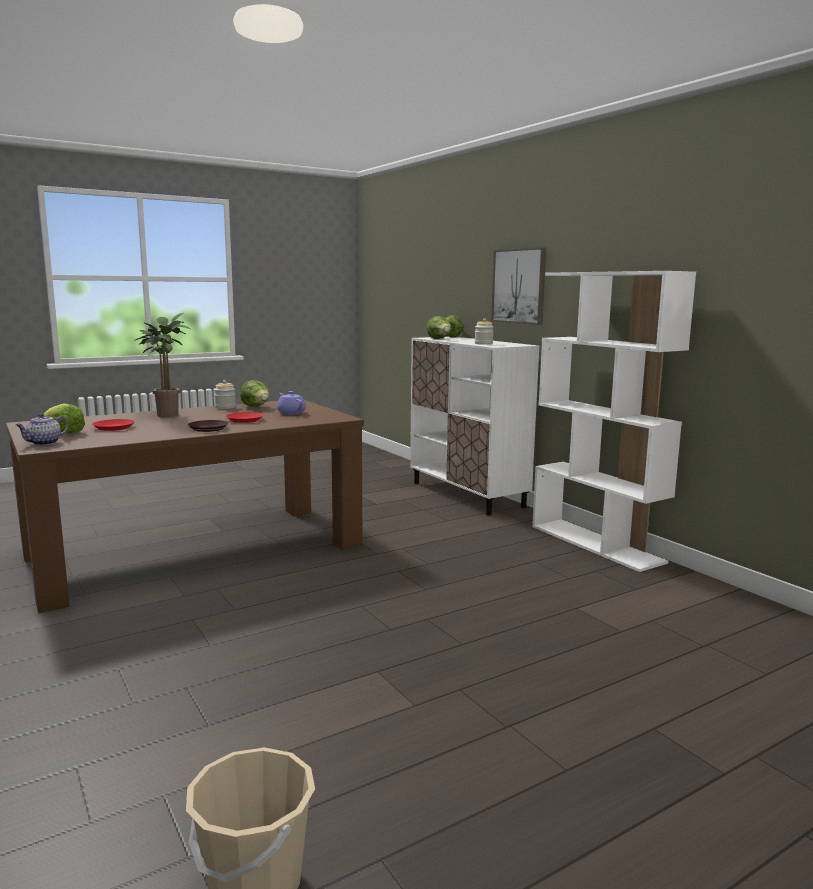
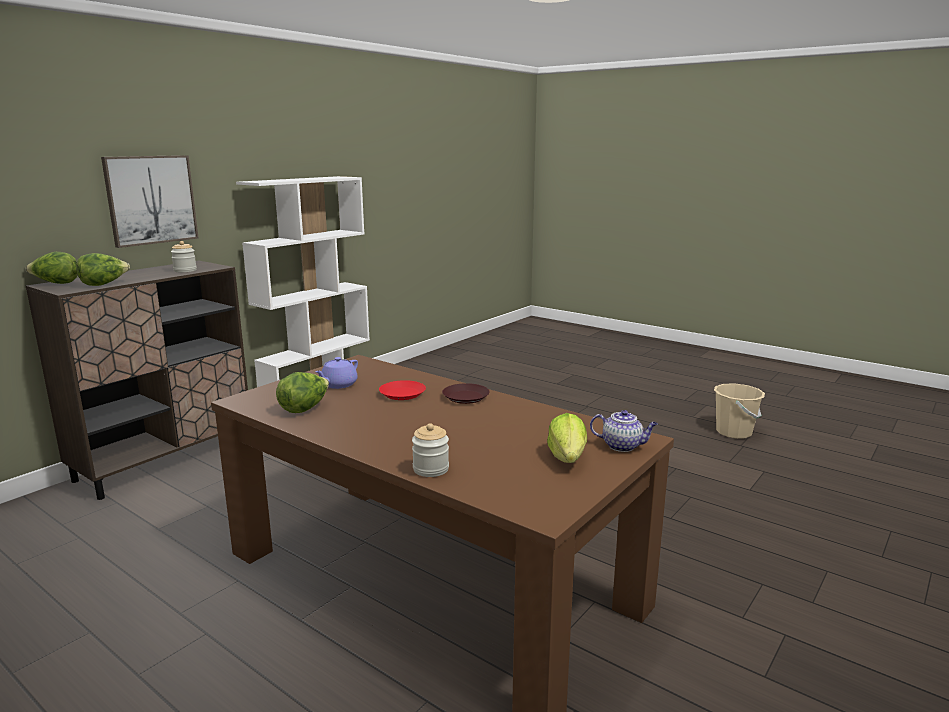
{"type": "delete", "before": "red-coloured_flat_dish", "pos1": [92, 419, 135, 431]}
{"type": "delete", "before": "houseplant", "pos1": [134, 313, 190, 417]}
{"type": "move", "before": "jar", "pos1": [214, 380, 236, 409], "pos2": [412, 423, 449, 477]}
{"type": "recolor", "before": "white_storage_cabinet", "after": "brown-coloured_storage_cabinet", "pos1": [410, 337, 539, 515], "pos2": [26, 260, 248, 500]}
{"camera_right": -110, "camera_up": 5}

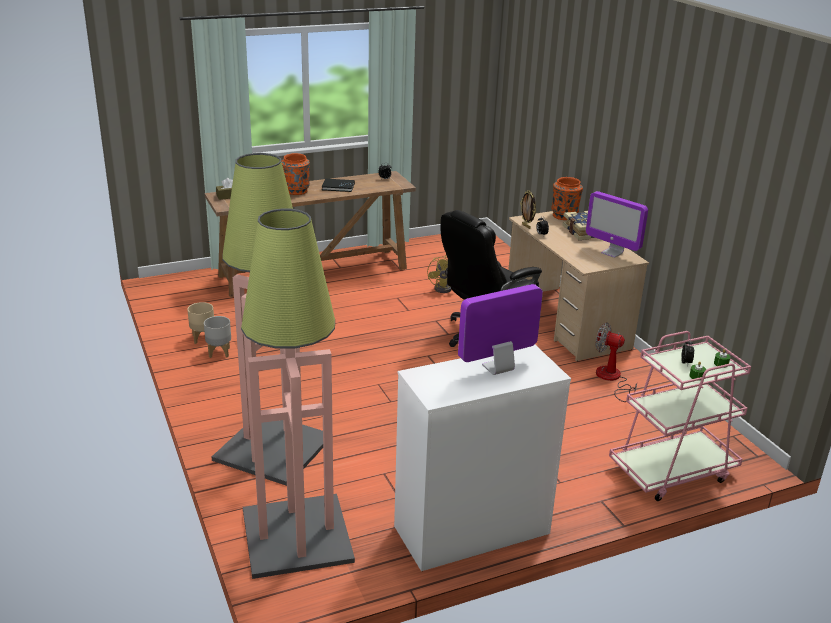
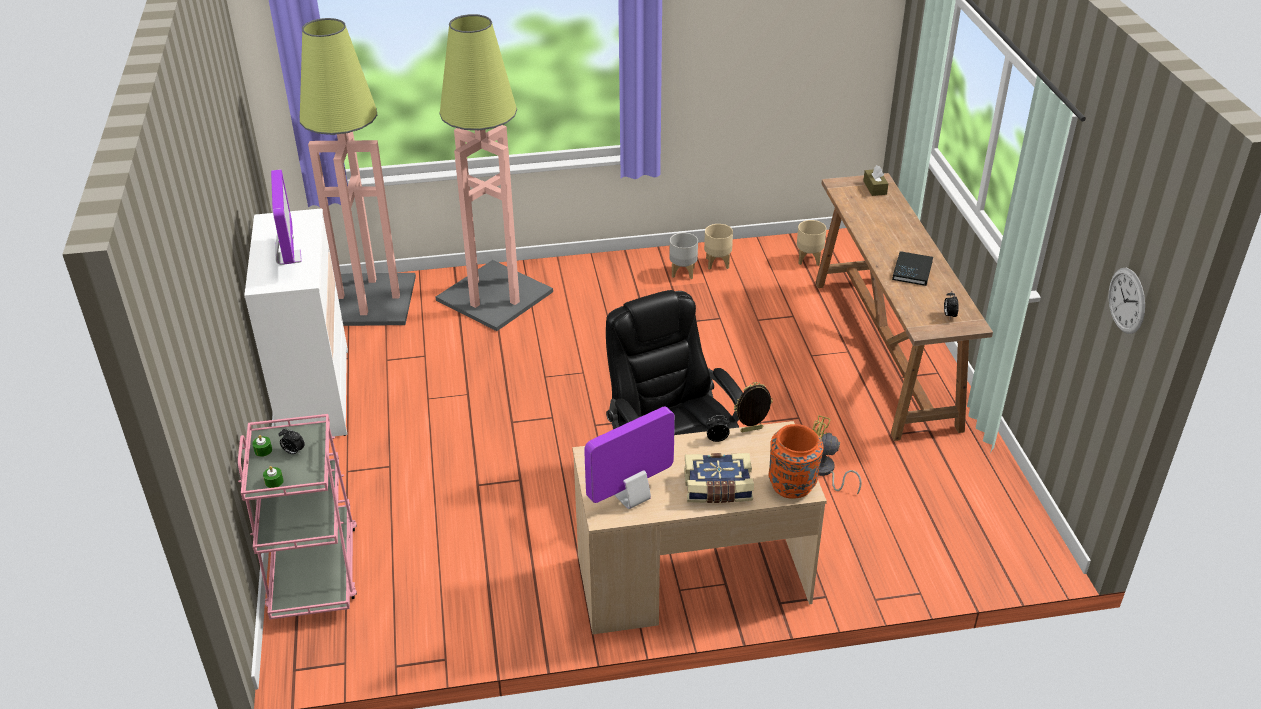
{"type": "delete", "before": "orange_decorative_vase", "pos1": [281, 153, 310, 195]}
{"type": "delete", "before": "cooling_fan", "pos1": [595, 323, 637, 402]}
{"type": "insert", "after": "sand-coloured_plant_pot", "pos2": [797, 220, 826, 266]}
{"type": "insert", "after": "wall_clock", "pos2": [1109, 268, 1145, 334]}
{"camera_right": 105, "camera_up": 10}

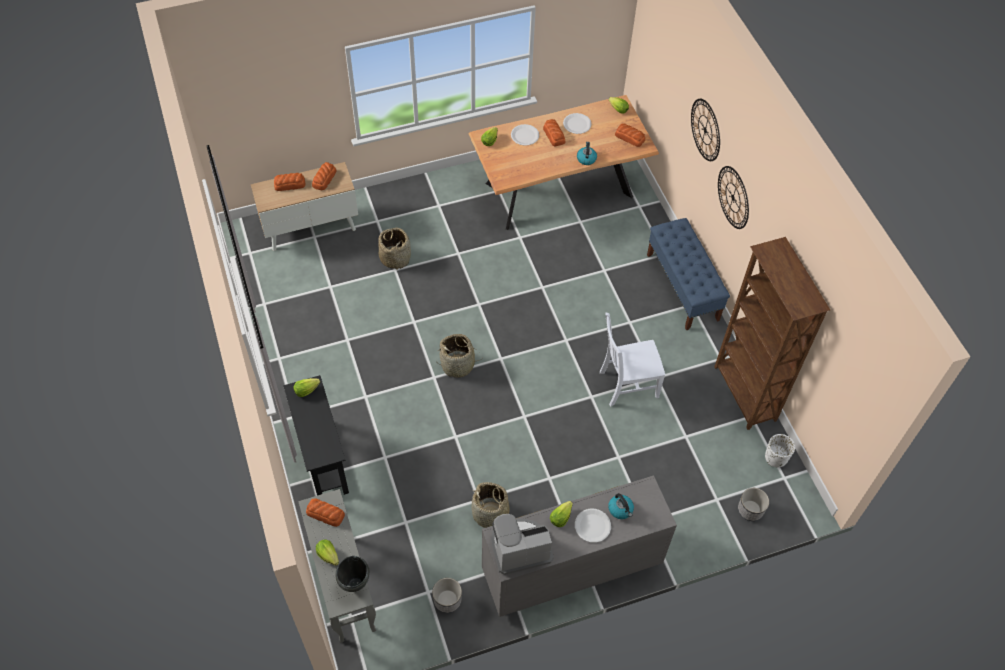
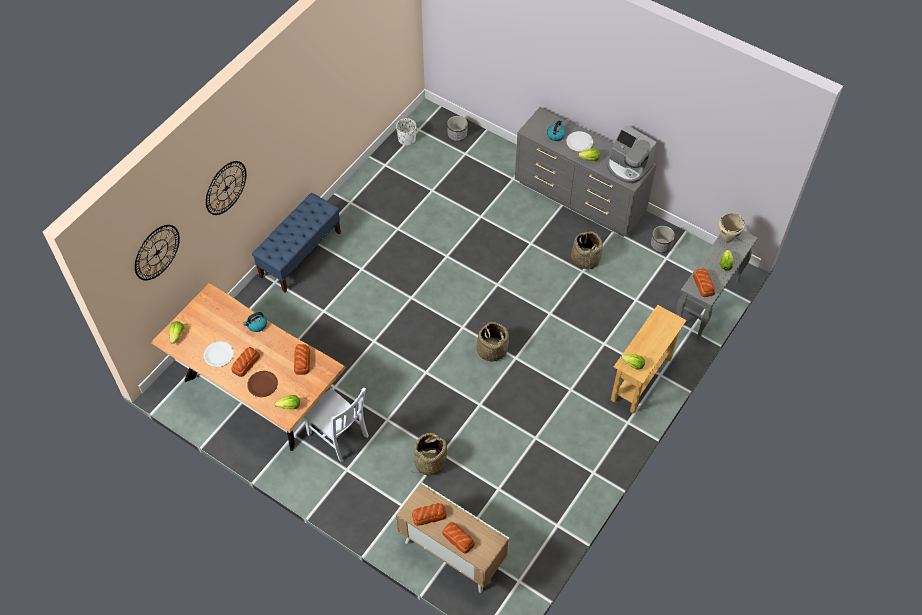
{"type": "delete", "before": "brown-coloured_shelving_unit", "pos1": [714, 237, 830, 430]}
{"type": "move", "before": "white_upright_chair", "pos1": [600, 313, 665, 406], "pos2": [304, 388, 369, 462]}
{"type": "move", "before": "bakery_bread", "pos1": [615, 123, 645, 147], "pos2": [294, 344, 310, 375]}
{"type": "move", "before": "wall_clock", "pos1": [718, 166, 749, 229], "pos2": [135, 225, 180, 280]}
{"type": "recolor", "before": "black-coloured_hall_table", "after": "sand-coloured_hall_table", "pos1": [283, 375, 349, 496], "pos2": [611, 305, 687, 413]}
{"type": "recolor", "before": "black-coloured_cooking_pot", "after": "sand-coloured_cooking_pot", "pos1": [335, 556, 370, 592], "pos2": [718, 213, 745, 243]}
{"type": "recolor", "before": "white_flat_dish", "after": "brown-coloured_flat_dish", "pos1": [511, 124, 539, 146], "pos2": [247, 371, 278, 397]}
{"camera_right": -125, "camera_up": 0}

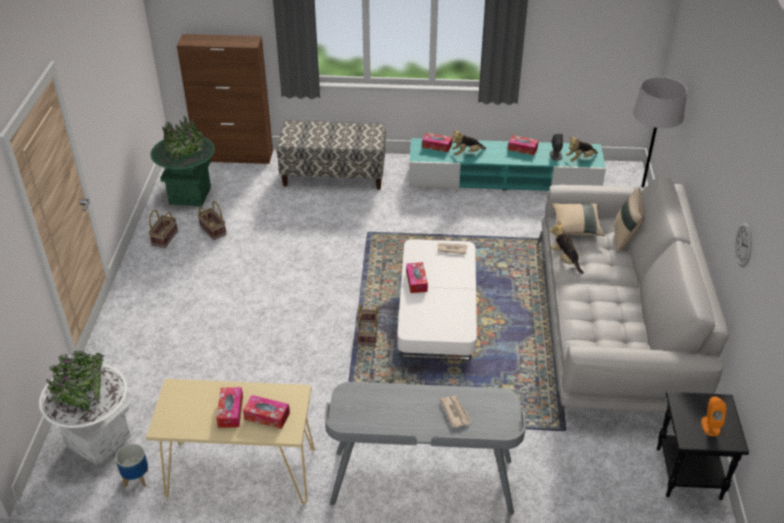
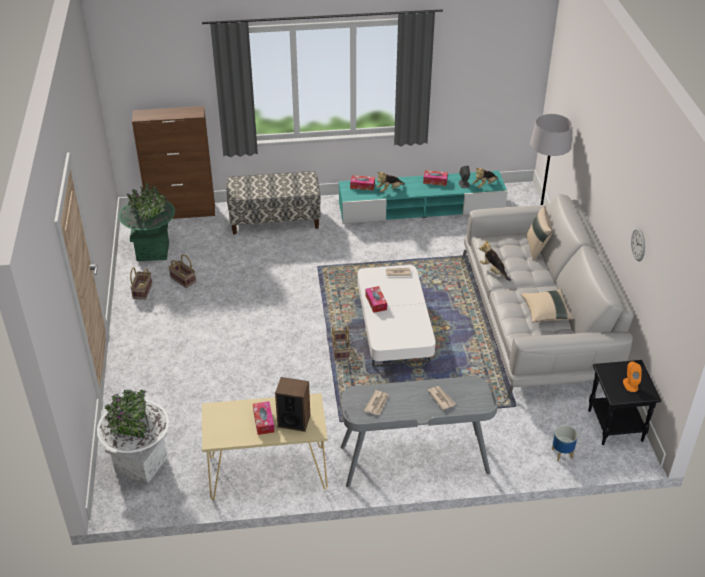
{"type": "insert", "after": "printed_paper", "pos2": [364, 390, 389, 415]}
{"type": "move", "before": "plant_pot", "pos1": [115, 444, 149, 487], "pos2": [552, 425, 578, 461]}
{"type": "move", "before": "sand-coloured_pillow", "pos1": [551, 203, 605, 236], "pos2": [521, 289, 574, 323]}
{"type": "replace", "before": "tissue_holder", "after": "speaker", "pos1": [243, 395, 290, 429], "pos2": [275, 377, 310, 432]}
{"camera_right": -10, "camera_up": 0}

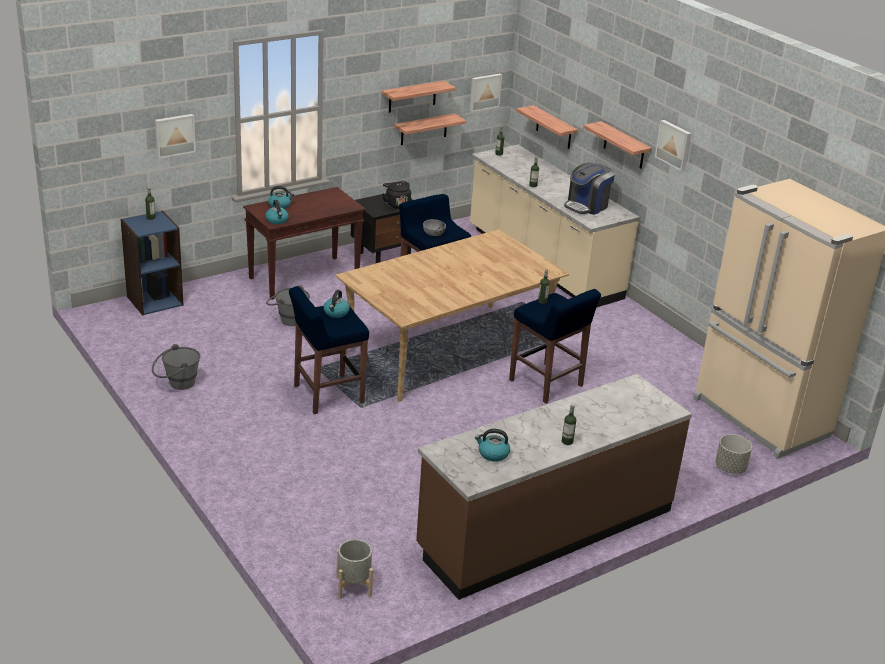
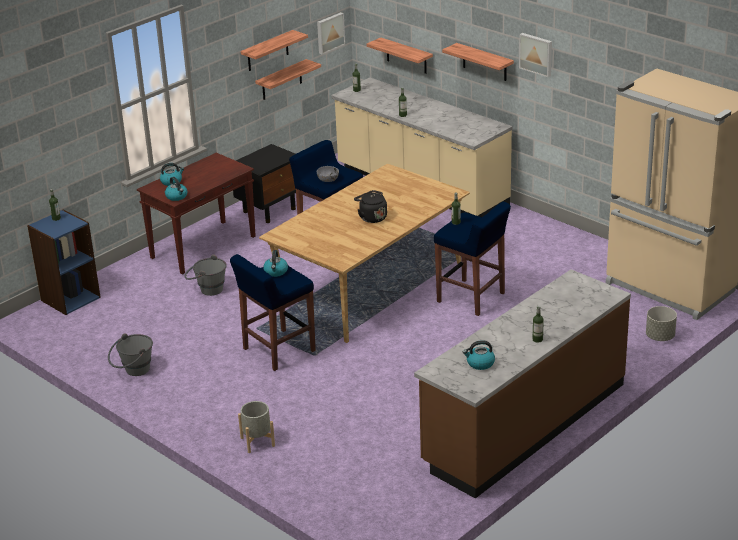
{"type": "delete", "before": "wall_art", "pos1": [155, 114, 196, 159]}
{"type": "delete", "before": "coffee_machine", "pos1": [564, 163, 615, 215]}
{"type": "move", "before": "grey_plant_pot", "pos1": [336, 539, 373, 599], "pos2": [238, 401, 275, 453]}
{"type": "move", "before": "black-coloured_tea_kettle", "pos1": [382, 181, 411, 209], "pos2": [354, 190, 387, 223]}
{"camera_right": -10, "camera_up": 0}

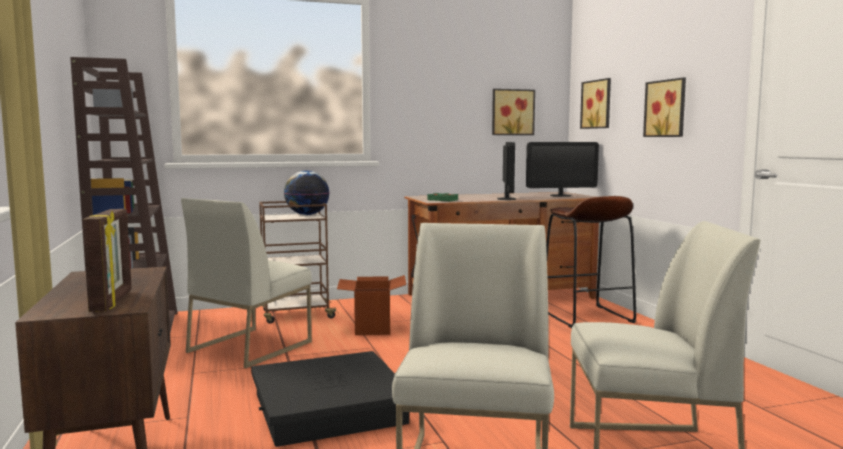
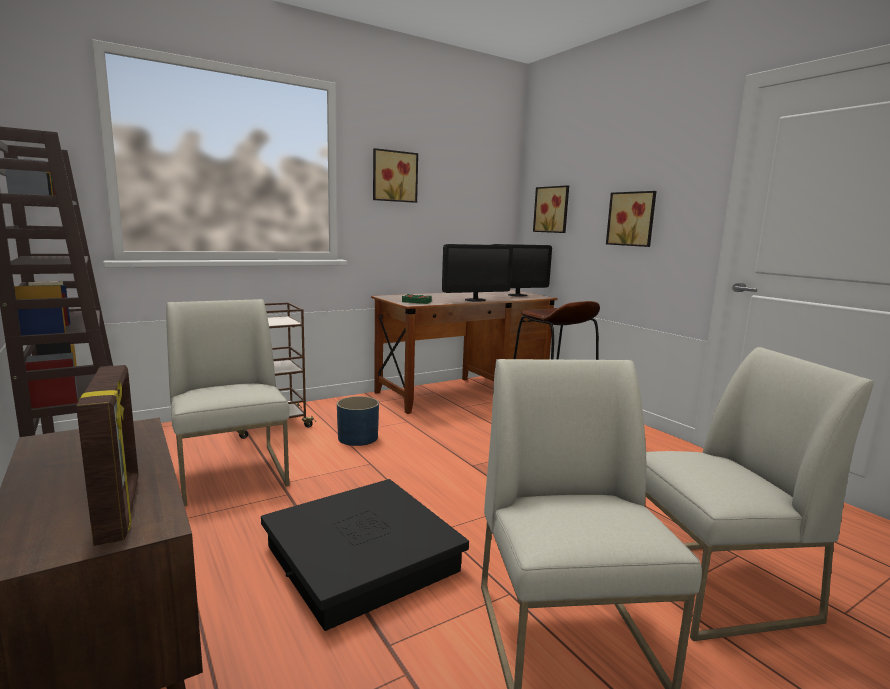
{"type": "delete", "before": "world_globe", "pos1": [284, 170, 330, 215]}
{"type": "move", "before": "wall_art", "pos1": [492, 89, 535, 135], "pos2": [373, 148, 418, 203]}
{"type": "replace", "before": "carton", "after": "blue_plant_pot", "pos1": [337, 275, 406, 335], "pos2": [337, 396, 379, 446]}
{"type": "rotate", "before": "white_upright_chair", "pos1": [181, 198, 312, 368], "pos2": [166, 299, 290, 506], "turn": 135}
{"type": "rotate", "before": "computer_screen", "pos1": [497, 142, 516, 200], "pos2": [442, 244, 513, 302], "turn": 75}
{"camera_right": -15, "camera_up": 5}

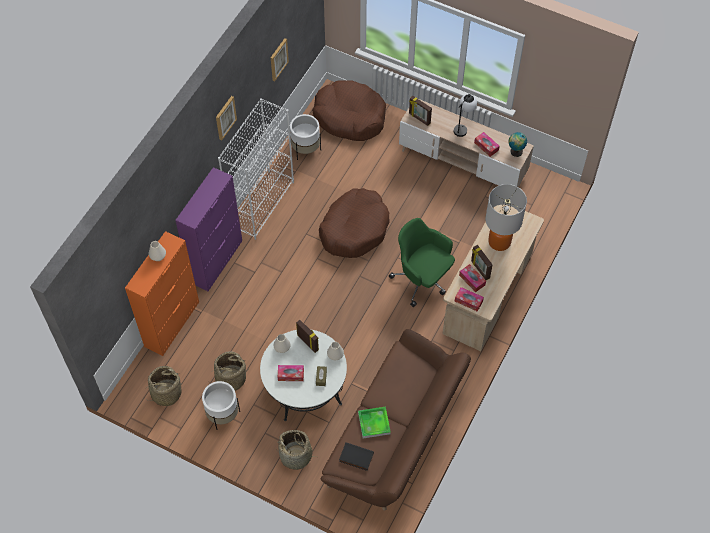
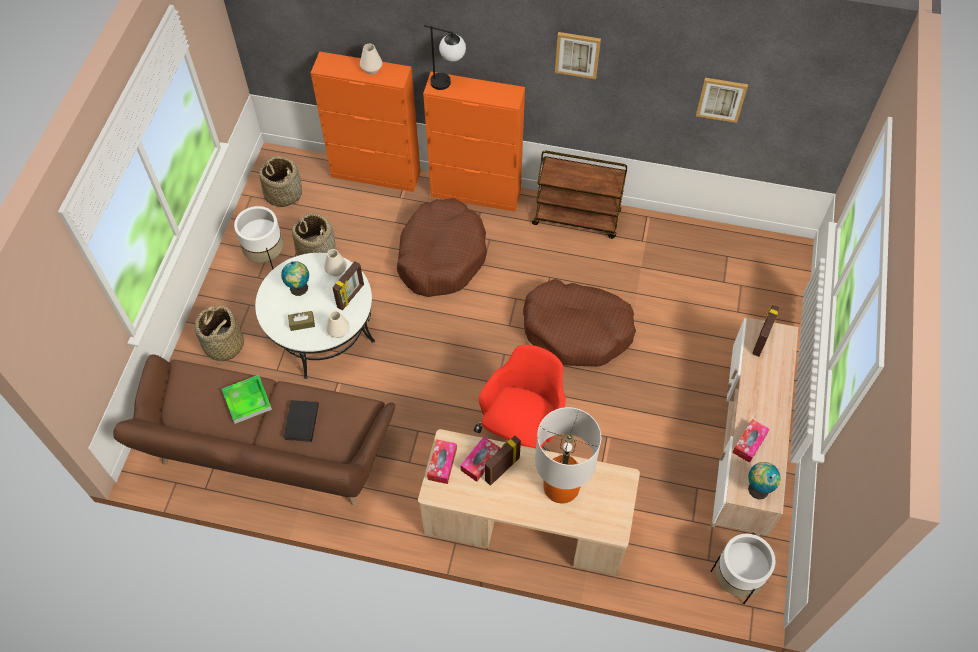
{"type": "move", "before": "white_plant_pot", "pos1": [290, 114, 321, 160], "pos2": [711, 534, 775, 604]}
{"type": "move", "before": "brown-coloured_pet_bed", "pos1": [312, 80, 386, 141], "pos2": [397, 198, 487, 297]}
{"type": "move", "before": "black-coloured_book", "pos1": [339, 442, 374, 471], "pos2": [284, 400, 319, 442]}
{"type": "move", "before": "lamp_for_a_table", "pos1": [454, 94, 477, 137], "pos2": [424, 25, 466, 90]}
{"type": "replace", "before": "white_shelving_unit", "after": "brown-coloured_wheeled_cart", "pos1": [218, 98, 294, 240], "pos2": [532, 151, 627, 239]}
{"type": "replace", "before": "tissue_holder", "after": "world_globe", "pos1": [278, 365, 304, 381], "pos2": [281, 261, 309, 296]}
{"type": "recolor", "before": "purple-coloured_storage_cabinet", "after": "orange_storage_cabinet", "pos1": [175, 167, 242, 291], "pos2": [423, 72, 525, 212]}
{"type": "recolor", "before": "greenish_desk_chair", "after": "red-coloured_desk_chair", "pos1": [389, 218, 455, 307], "pos2": [474, 345, 566, 451]}
{"camera_right": 75, "camera_up": 0}

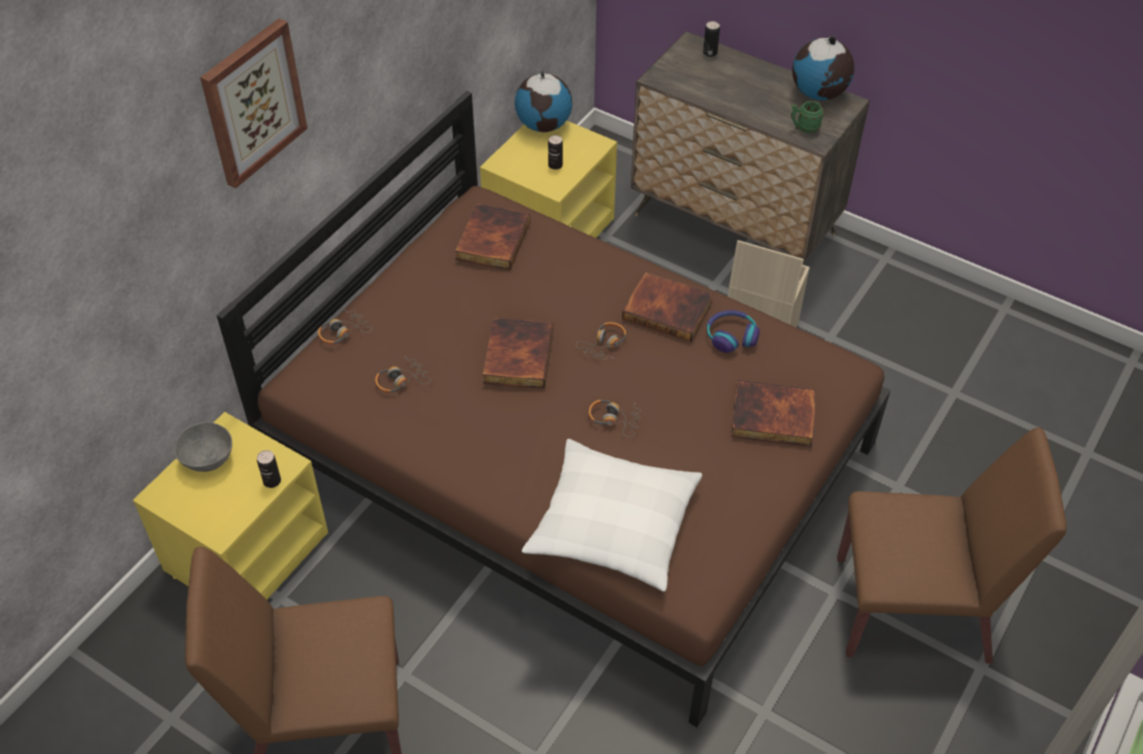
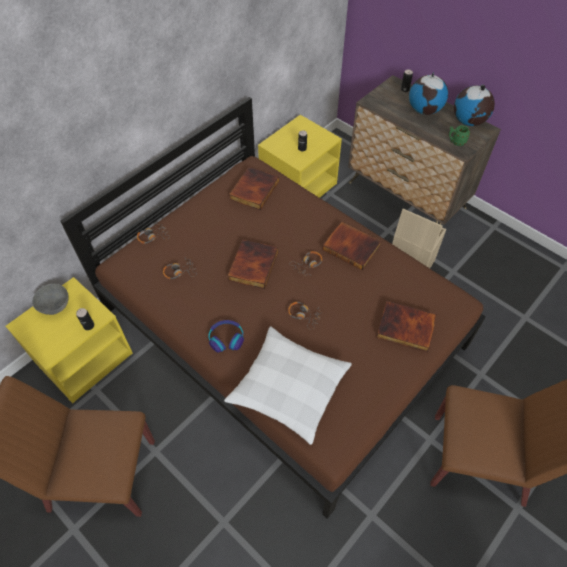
{"type": "delete", "before": "wall_art", "pos1": [200, 18, 308, 188]}
{"type": "move", "before": "world_globe", "pos1": [515, 70, 572, 132], "pos2": [409, 72, 448, 115]}
{"type": "move", "before": "headphones", "pos1": [707, 310, 760, 353], "pos2": [208, 320, 244, 353]}
{"camera_right": 10, "camera_up": 5}

